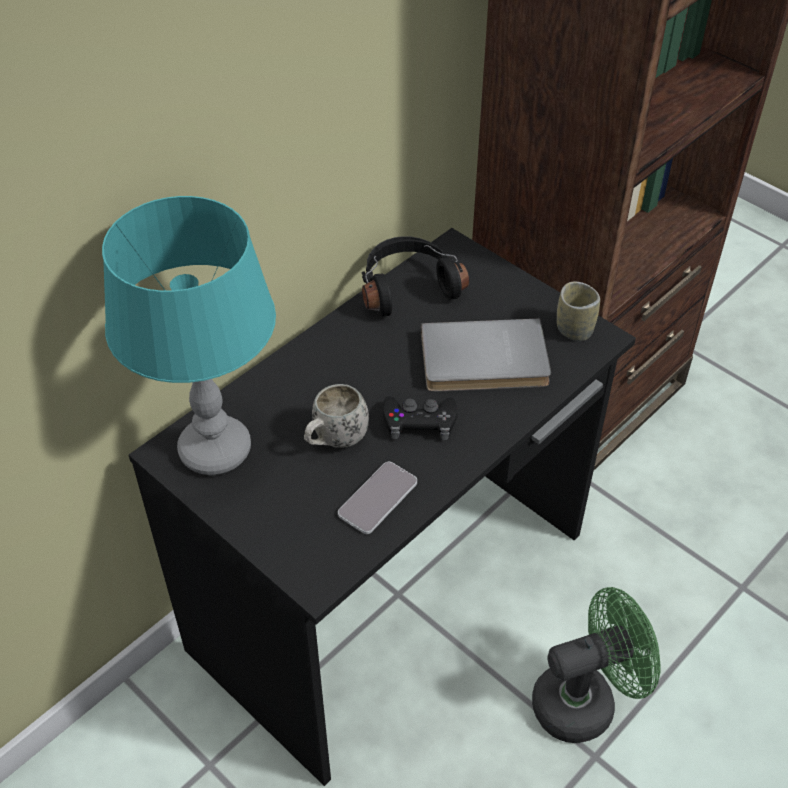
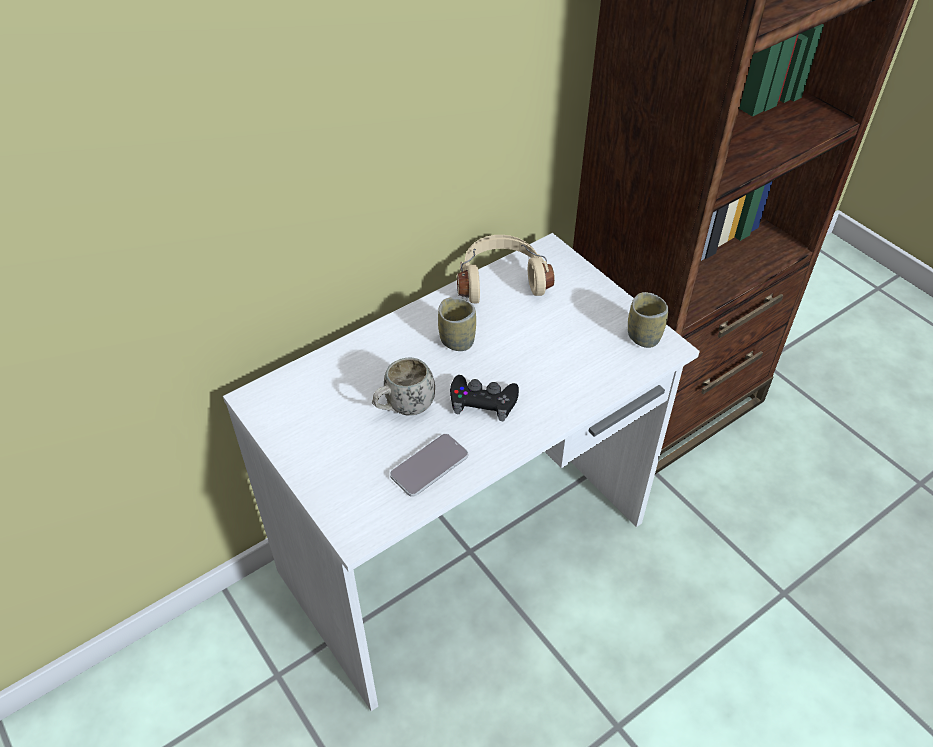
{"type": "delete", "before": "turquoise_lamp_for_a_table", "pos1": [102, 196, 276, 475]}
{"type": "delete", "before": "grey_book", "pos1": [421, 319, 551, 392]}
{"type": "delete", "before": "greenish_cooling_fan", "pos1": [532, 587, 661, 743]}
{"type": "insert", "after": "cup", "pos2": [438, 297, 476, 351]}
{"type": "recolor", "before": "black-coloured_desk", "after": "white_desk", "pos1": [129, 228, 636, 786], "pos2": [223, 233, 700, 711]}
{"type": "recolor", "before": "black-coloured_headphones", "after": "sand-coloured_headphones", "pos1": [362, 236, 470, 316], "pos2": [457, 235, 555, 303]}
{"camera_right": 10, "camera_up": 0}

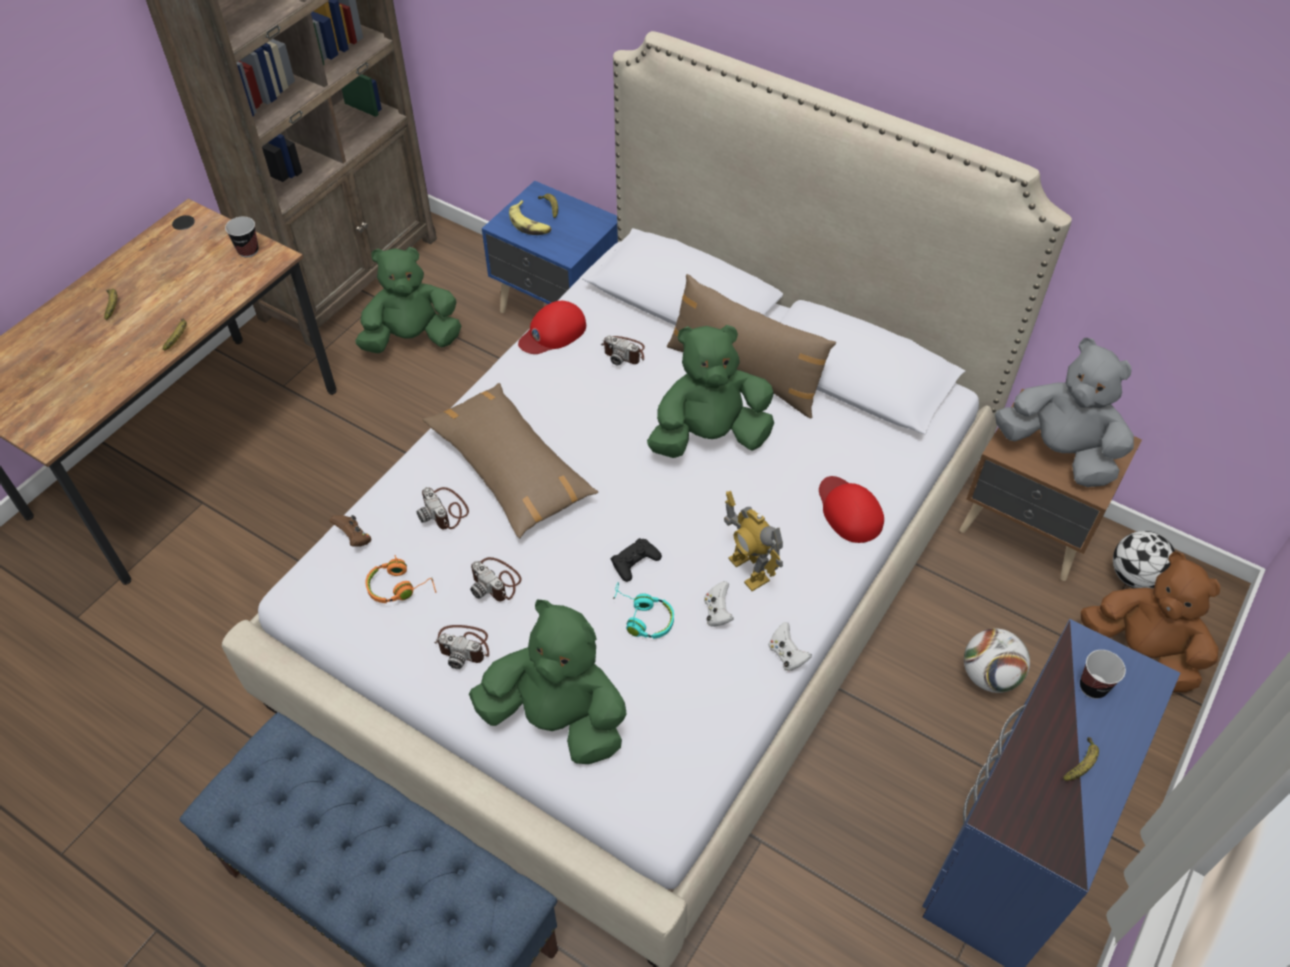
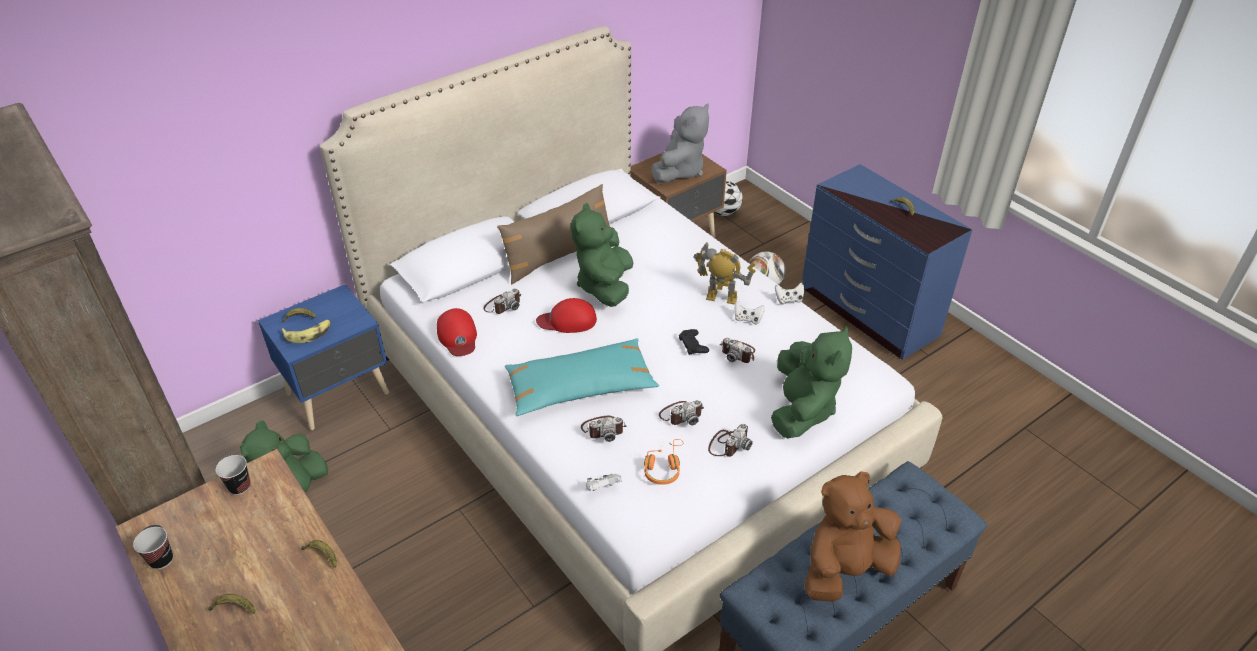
{"type": "move", "before": "red-coloured_peaked_cap", "pos1": [819, 476, 884, 543], "pos2": [536, 298, 597, 333]}
{"type": "move", "before": "cup", "pos1": [1080, 650, 1126, 699], "pos2": [133, 527, 173, 569]}
{"type": "move", "before": "brown-coloured_soft_toy", "pos1": [1081, 551, 1220, 692], "pos2": [805, 471, 901, 602]}
{"type": "replace", "before": "turquoise_headphones", "after": "still_camera", "pos1": [613, 582, 674, 639], "pos2": [720, 338, 755, 363]}
{"type": "recolor", "before": "brown-coloured_joypad", "after": "white_joypad", "pos1": [330, 515, 371, 547], "pos2": [586, 474, 622, 491]}
{"type": "recolor", "before": "brown-coloured_pillow", "after": "turquoise_pillow", "pos1": [423, 383, 598, 538], "pos2": [505, 338, 659, 416]}
{"type": "rotate", "before": "greenish_soft_toy", "pos1": [469, 600, 627, 764], "pos2": [771, 326, 852, 438], "turn": 150}
{"type": "rotate", "before": "robot_figure", "pos1": [724, 491, 783, 591], "pos2": [693, 242, 756, 305], "turn": -150}
{"type": "rotate", "before": "grey_soft_toy", "pos1": [995, 338, 1134, 487], "pos2": [652, 103, 709, 183], "turn": 150}
{"camera_right": -70, "camera_up": -10}

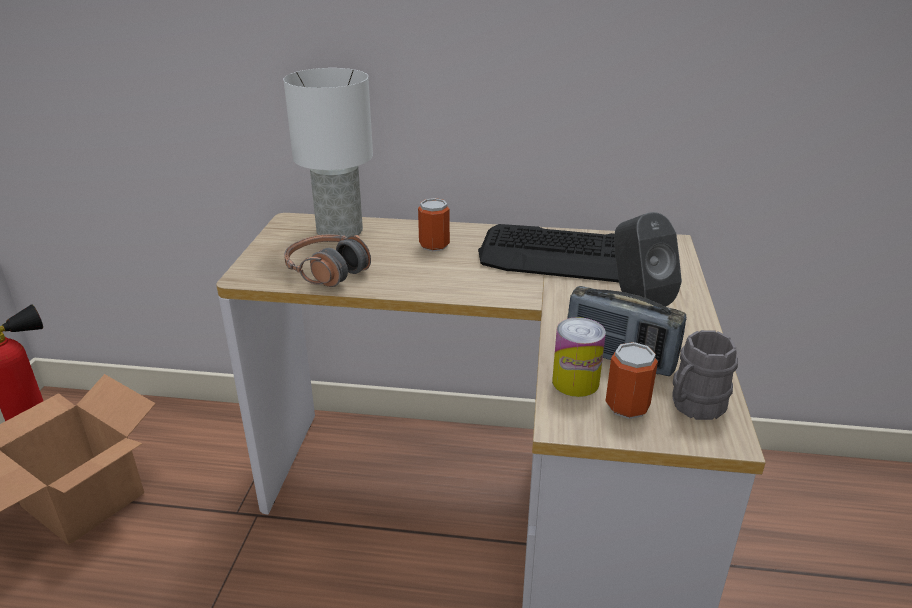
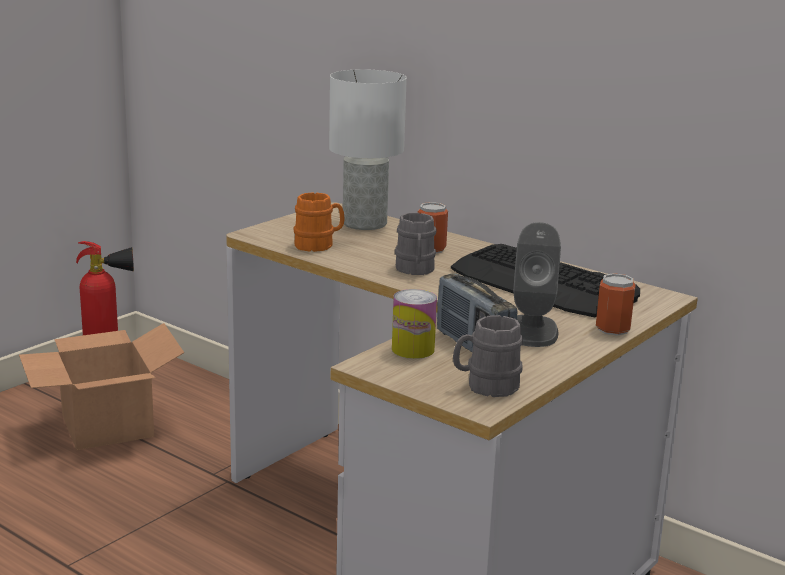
{"type": "insert", "after": "grey_mug", "pos2": [395, 213, 437, 275]}
{"type": "move", "before": "metal_can", "pos1": [606, 342, 658, 419], "pos2": [596, 273, 636, 335]}
{"type": "replace", "before": "headphones", "after": "orange_mug", "pos1": [284, 235, 371, 287], "pos2": [293, 192, 345, 252]}
{"camera_right": 30, "camera_up": -10}

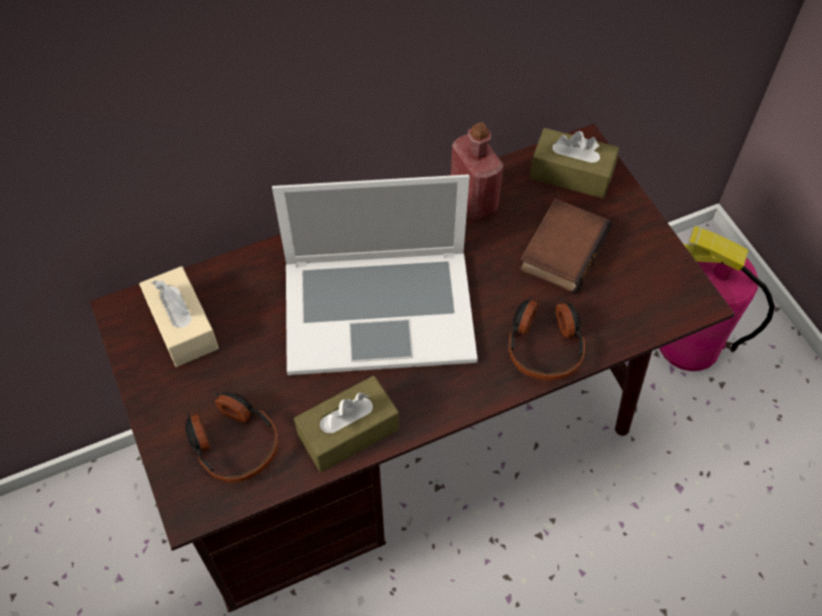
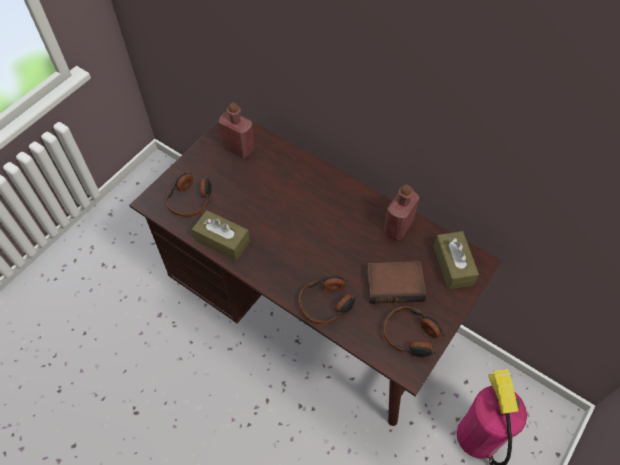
{"type": "delete", "before": "portable_computer", "pos1": [272, 174, 478, 375]}
{"type": "insert", "after": "headphones", "pos2": [383, 306, 445, 357]}
{"type": "replace", "before": "sand-coloured_tissue_holder", "after": "red-coloured_bottle", "pos1": [139, 266, 219, 367], "pos2": [219, 103, 254, 158]}
{"camera_right": 60, "camera_up": 0}

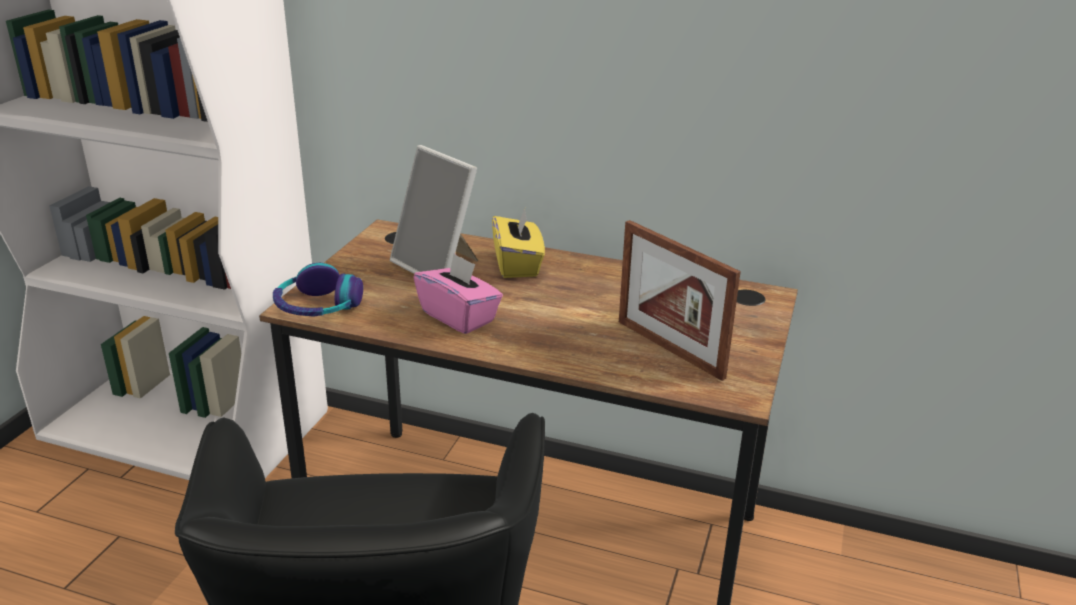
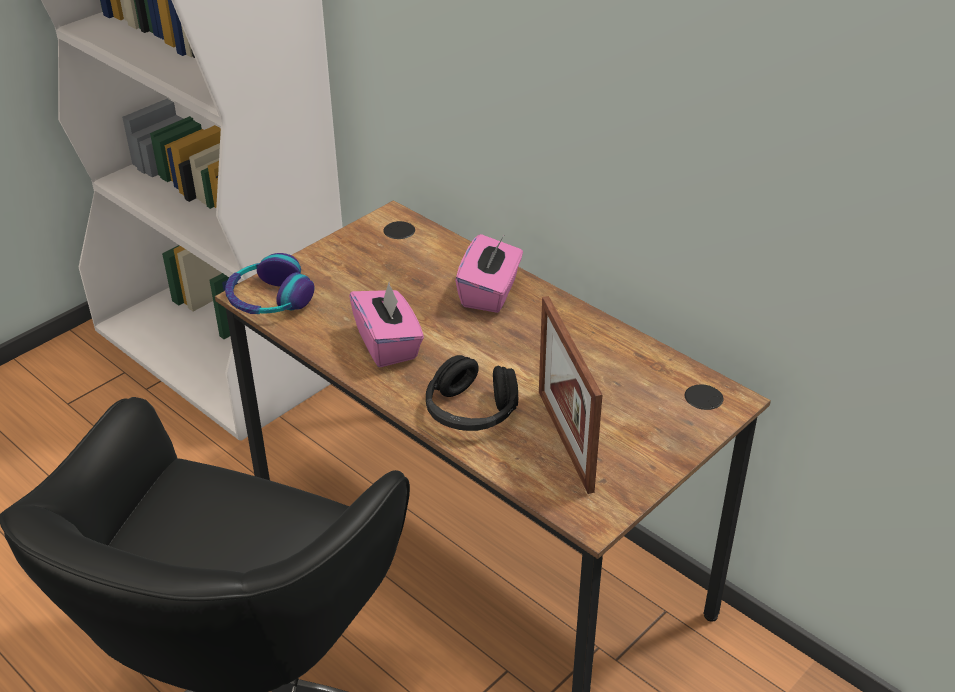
{"type": "delete", "before": "photo_frame", "pos1": [390, 145, 478, 274]}
{"type": "insert", "after": "black-coloured_headphones", "pos2": [426, 355, 518, 431]}
{"type": "recolor", "before": "yellow_tissue_holder", "after": "pinkish_tissue_holder", "pos1": [492, 209, 545, 278], "pos2": [455, 234, 523, 313]}
{"camera_right": 25, "camera_up": 10}

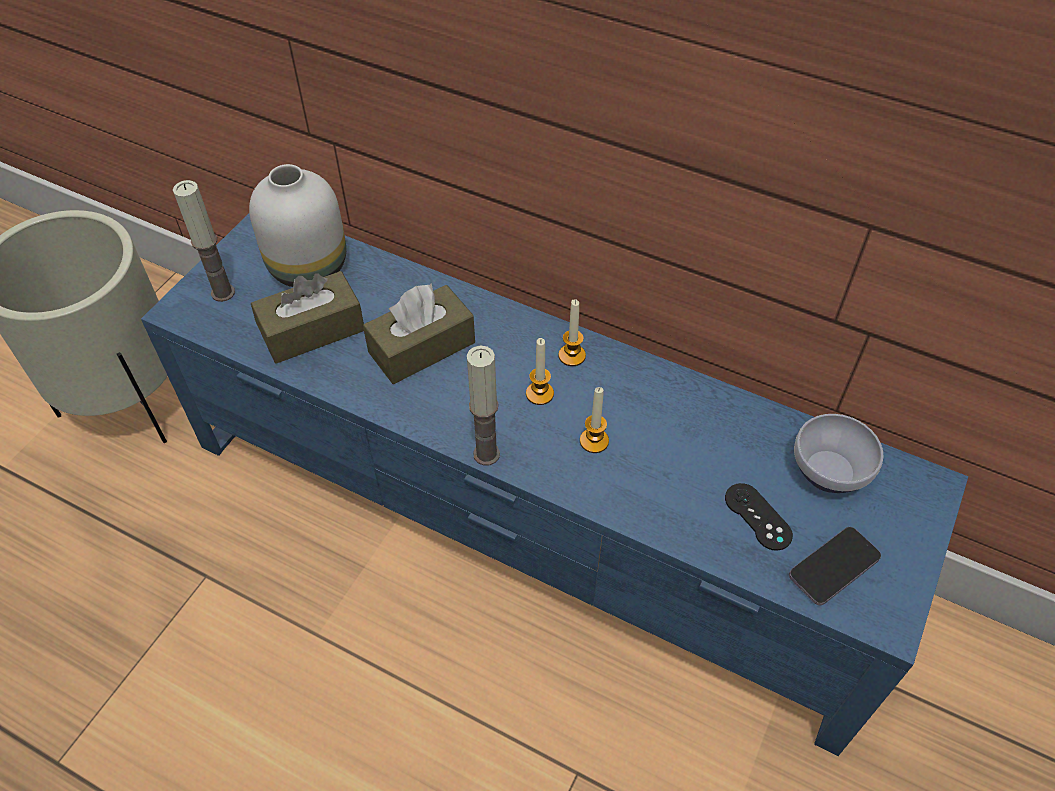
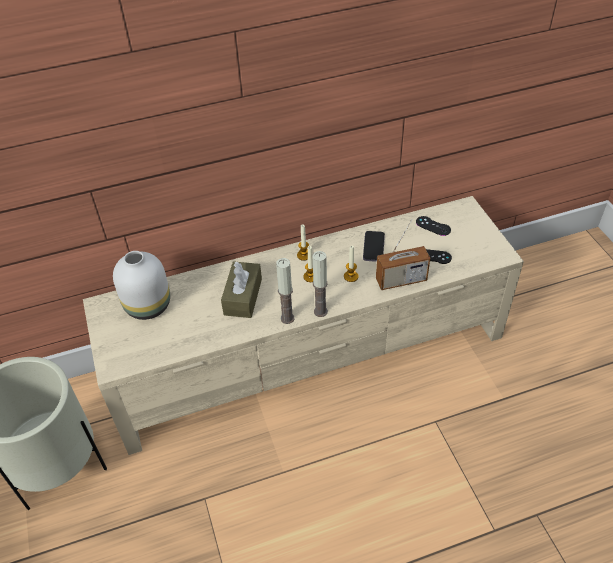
{"type": "delete", "before": "brown-coloured_tissue_holder", "pos1": [251, 271, 364, 364]}
{"type": "insert", "after": "radio", "pos2": [376, 219, 430, 290]}
{"type": "move", "before": "wax_candle", "pos1": [173, 180, 235, 302], "pos2": [276, 258, 294, 324]}
{"type": "move", "before": "phone", "pos1": [789, 527, 881, 605], "pos2": [363, 231, 385, 262]}
{"type": "replace", "before": "bowl", "after": "black-coloured_joypad", "pos1": [794, 414, 884, 493], "pos2": [416, 216, 451, 236]}
{"type": "recolor", "before": "blue_tv_stand", "after": "sand-coloured_tv_stand", "pos1": [141, 214, 968, 756], "pos2": [83, 196, 524, 455]}
{"camera_right": -45, "camera_up": -5}

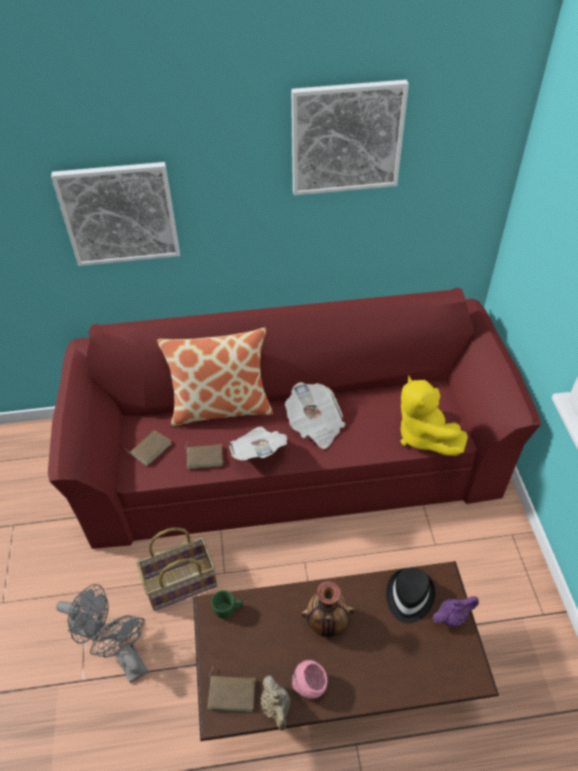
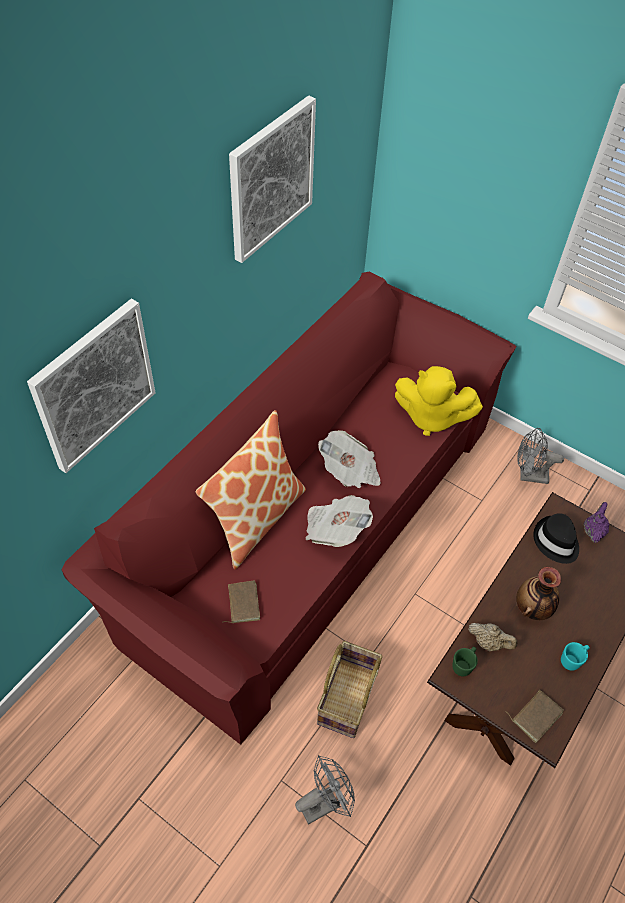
{"type": "delete", "before": "brown-coloured_book", "pos1": [185, 441, 223, 469]}
{"type": "move", "before": "grey_cooling_fan", "pos1": [90, 615, 148, 683], "pos2": [517, 428, 564, 484]}
{"type": "move", "before": "sand-coloured_tea_pot", "pos1": [261, 675, 291, 731], "pos2": [468, 623, 517, 651]}
{"type": "replace", "before": "pinkish_bowl", "after": "turquoise_mug", "pos1": [292, 660, 327, 699], "pos2": [561, 642, 590, 671]}
{"camera_right": -50, "camera_up": 5}

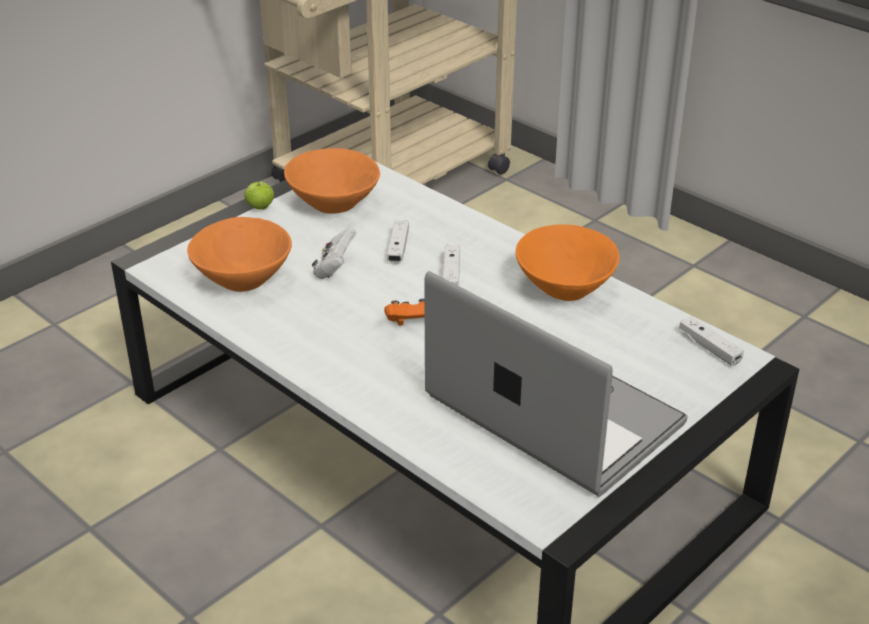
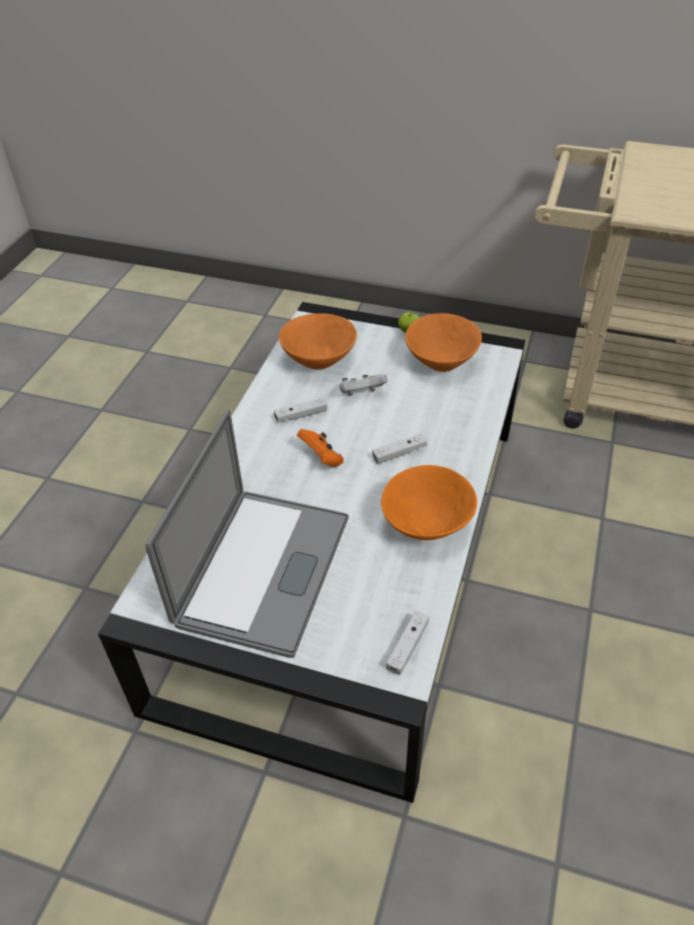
{"type": "move", "before": "white_joypad", "pos1": [387, 220, 409, 262], "pos2": [274, 397, 327, 422]}
{"camera_right": 65, "camera_up": 10}

